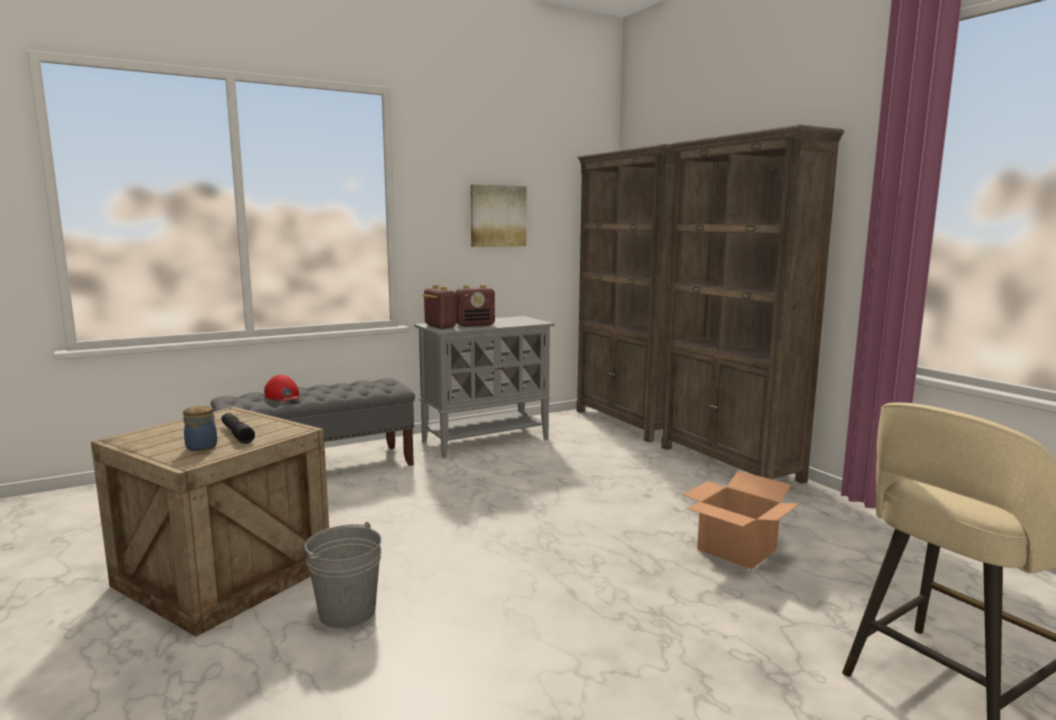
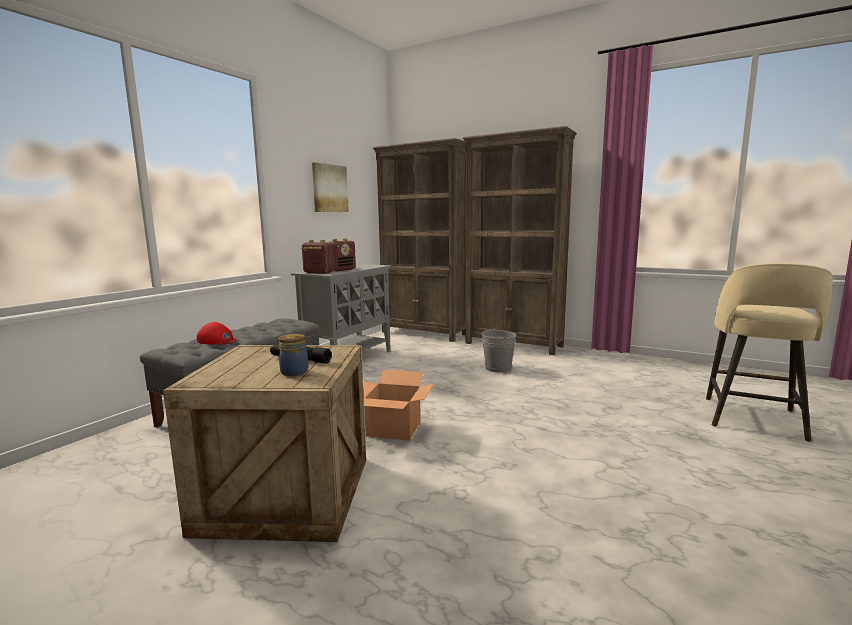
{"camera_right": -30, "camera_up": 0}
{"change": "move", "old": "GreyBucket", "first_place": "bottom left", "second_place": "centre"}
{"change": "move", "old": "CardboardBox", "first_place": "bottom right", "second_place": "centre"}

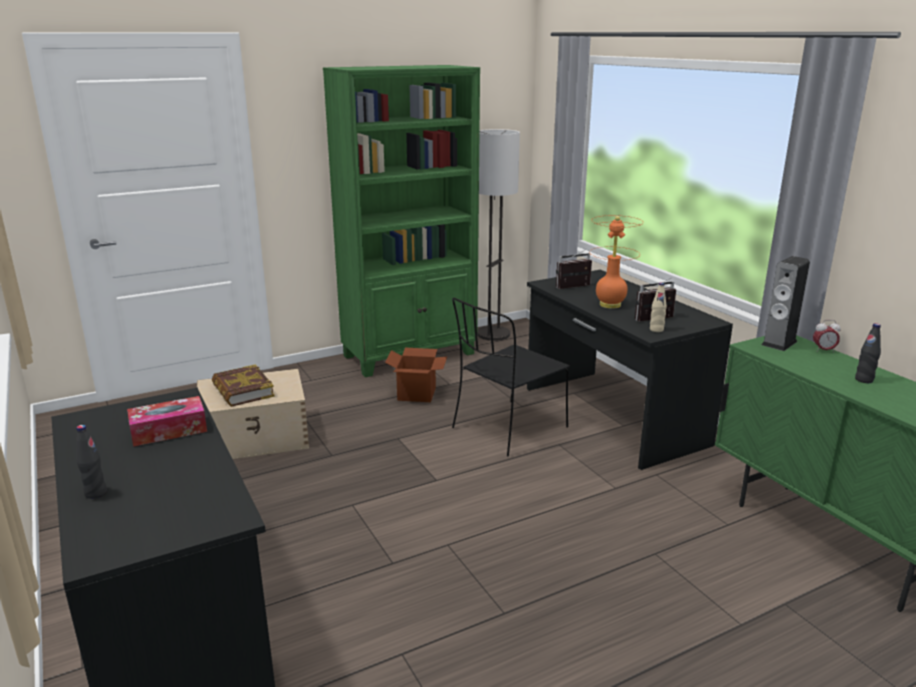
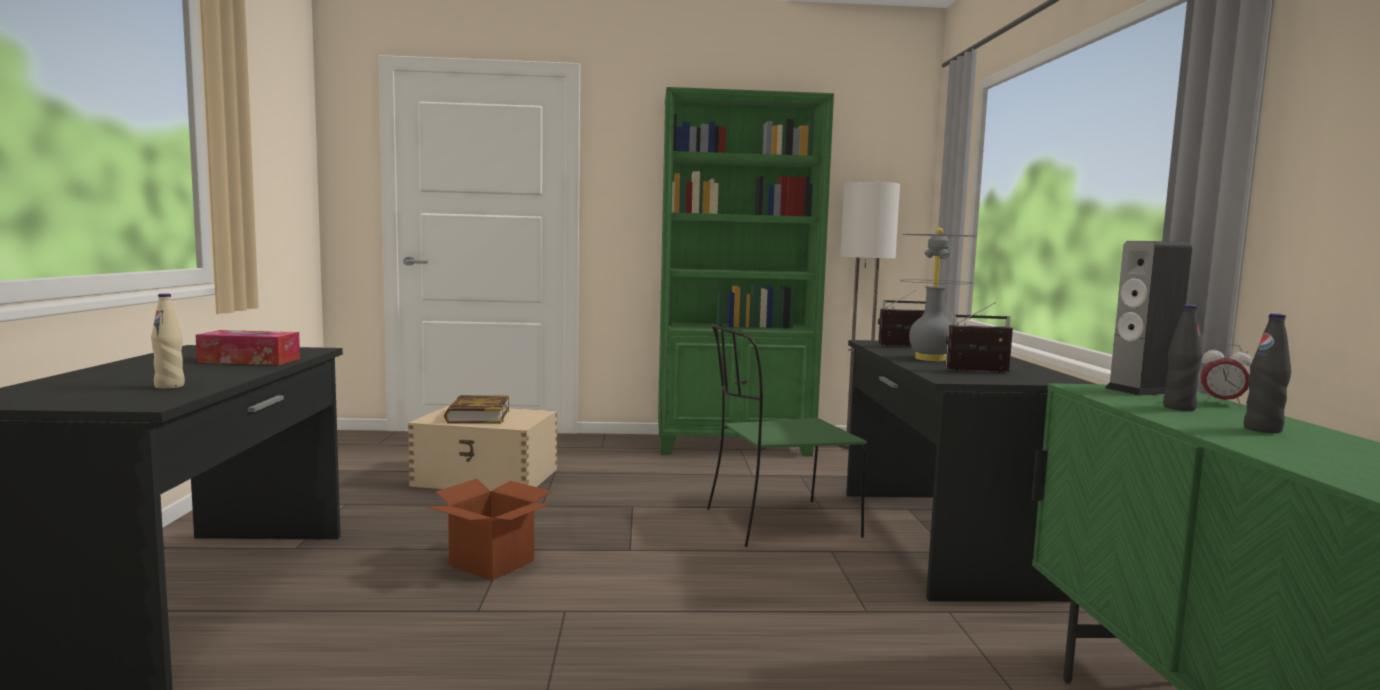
{"camera_right": 25, "camera_up": -15}
{"change": "move", "old": "BlackBottle (1st from left)", "first_place": "bottom left", "second_place": "middle right"}
{"change": "move", "old": "CardboardBox", "first_place": "centre", "second_place": "bottom centre"}
{"change": "move", "old": "BeigeBottle", "first_place": "middle right", "second_place": "middle left"}
{"change": "recolor", "old": "BlackChair", "new": "GreenChair", "first_place": "centre", "second_place": "centre"}
{"change": "recolor", "old": "OrangeTableLamp", "new": "GreyTableLamp", "first_place": "middle right", "second_place": "middle right"}

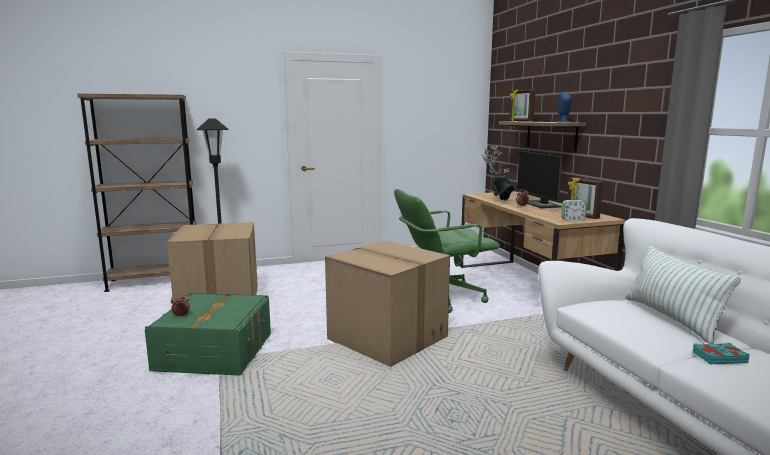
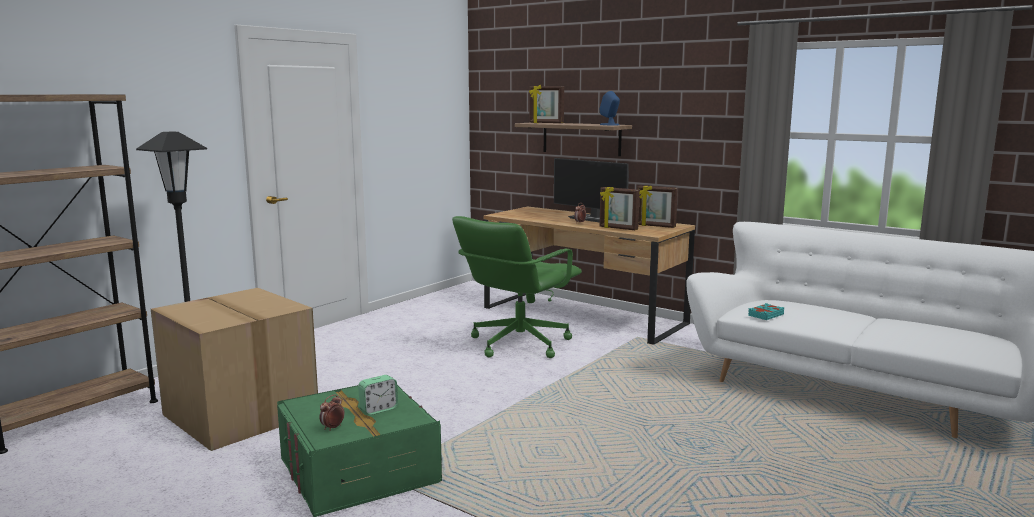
{"camera_right": -35, "camera_up": 0}
{"change": "delete", "old": "CardboardBox (2nd from left)", "first_place": "bottom centre"}
{"change": "delete", "old": "PottedPlant", "first_place": "centre"}
{"change": "delete", "old": "Pillow", "first_place": "middle right"}
{"change": "insert", "new": "PictureFrame (2nd from left)", "second_place": "centre"}
{"change": "move", "old": "AlarmClock (3rd from left in the first image)", "new": "AlarmClock (2nd from left)", "first_place": "middle right", "second_place": "bottom centre"}
{"change": "move", "old": "TurquoiseBook", "first_place": "bottom right", "second_place": "middle right"}

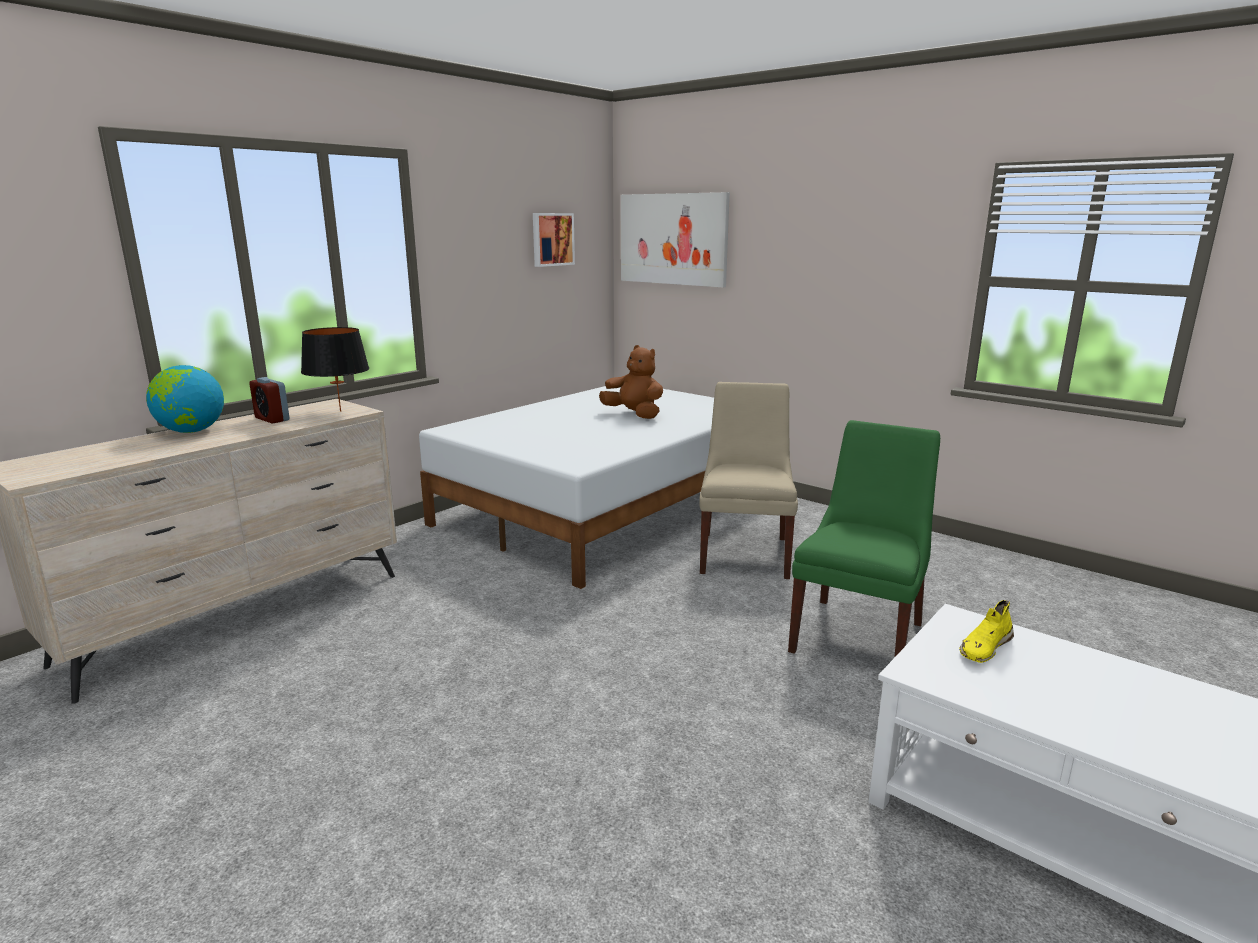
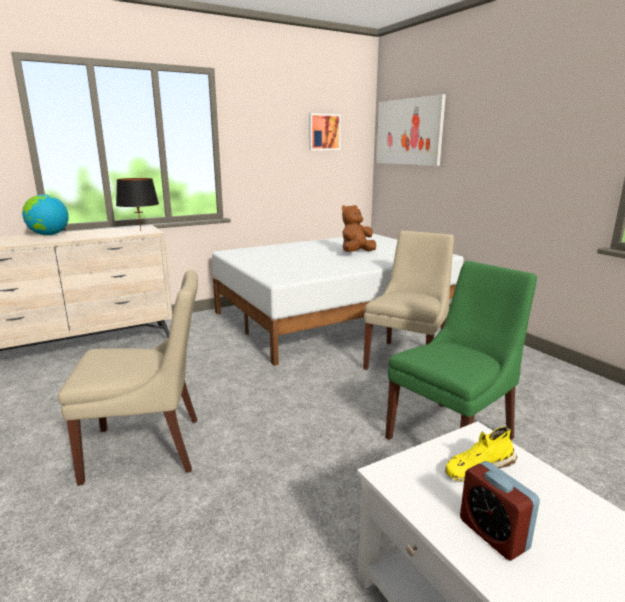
{"camera_right": 20, "camera_up": 0}
{"change": "insert", "new": "BeigeChair (1st from left)", "second_place": "middle left"}
{"change": "move", "old": "AlarmClock", "first_place": "middle left", "second_place": "bottom right"}
{"change": "rotate", "old": "BrownPlushToy", "first_place": "centre", "second_place": "centre", "degrees": -105}

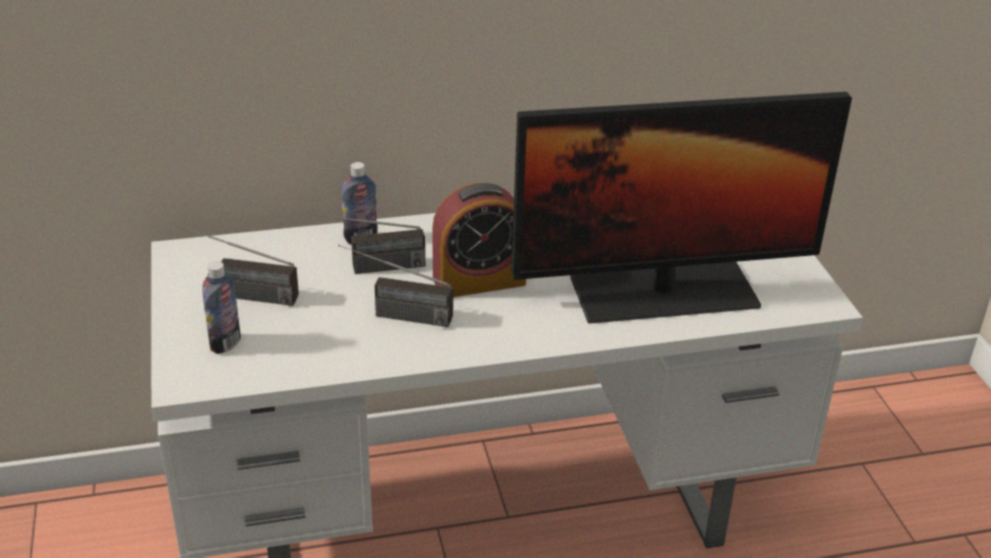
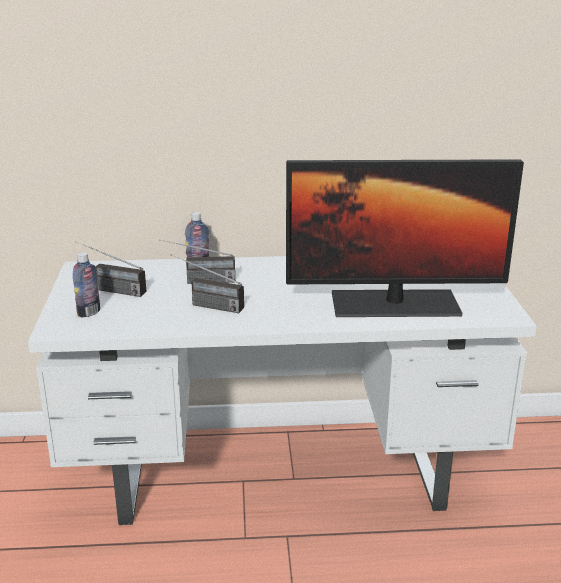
{"camera_right": 10, "camera_up": -10}
{"change": "delete", "old": "AlarmClock", "first_place": "centre"}

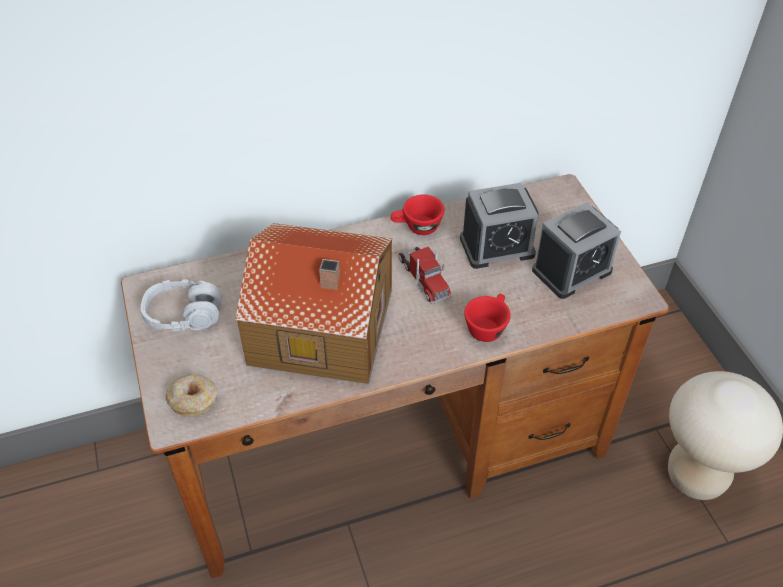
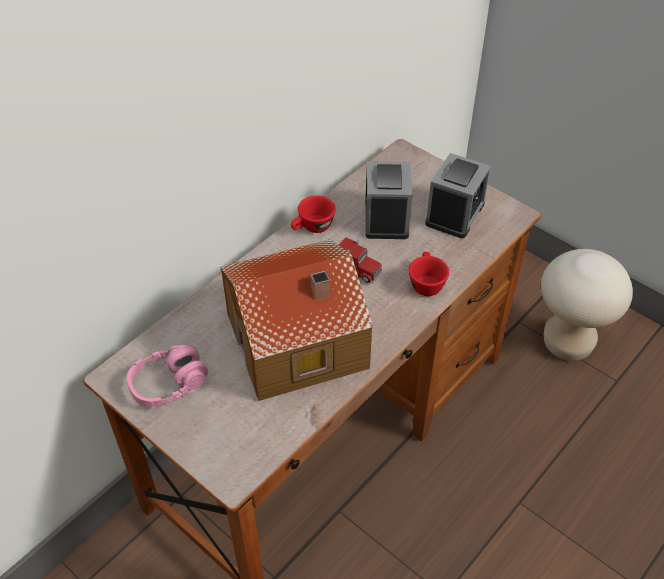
{"camera_right": -30, "camera_up": 0}
{"change": "delete", "old": "Donut", "first_place": "bottom left"}
{"change": "recolor", "old": "GreyHeadphones", "new": "PinkHeadphones", "first_place": "middle left", "second_place": "middle left"}
{"change": "rotate", "old": "AlarmClock (1st from left)", "first_place": "centre", "second_place": "centre", "degrees": -45}

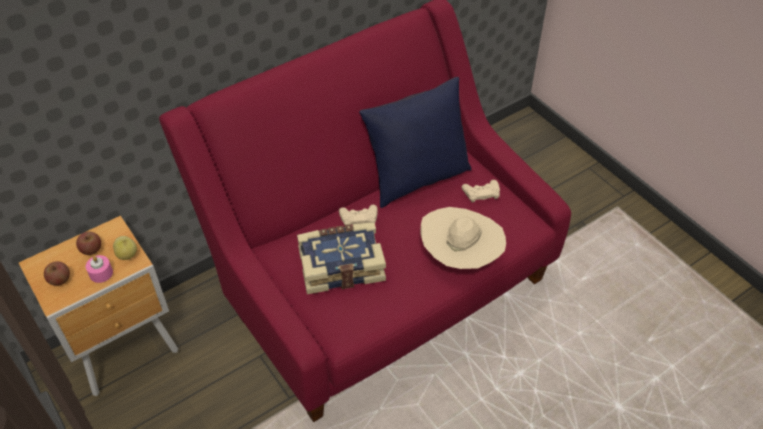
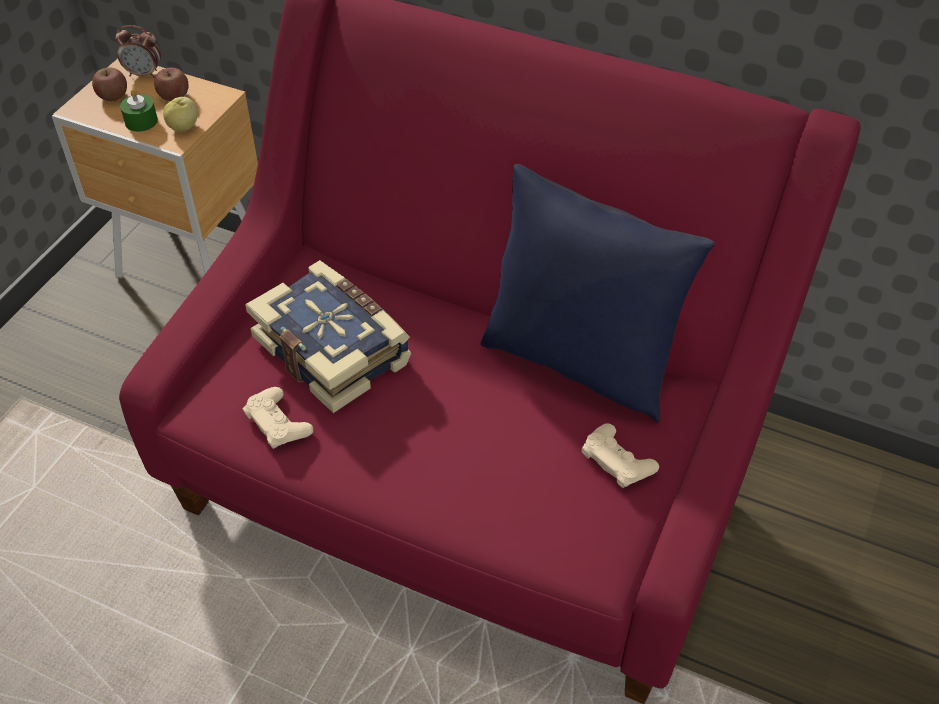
{"camera_right": 60, "camera_up": 0}
{"change": "delete", "old": "BeigeHat", "first_place": "centre"}
{"change": "insert", "new": "AlarmClock", "second_place": "top left"}
{"change": "move", "old": "BeigeGameController (1st from left)", "first_place": "centre", "second_place": "middle left"}
{"change": "recolor", "old": "PinkCandle", "new": "GreenCandle", "first_place": "middle left", "second_place": "top left"}

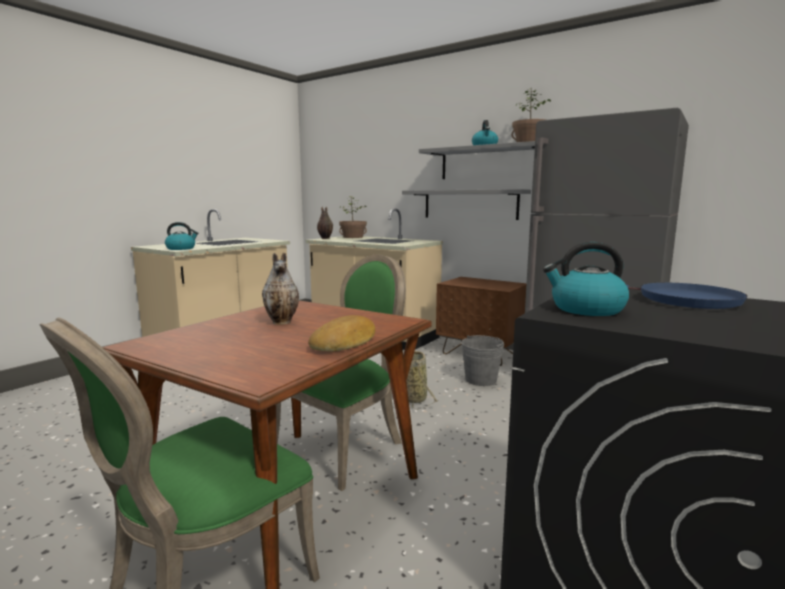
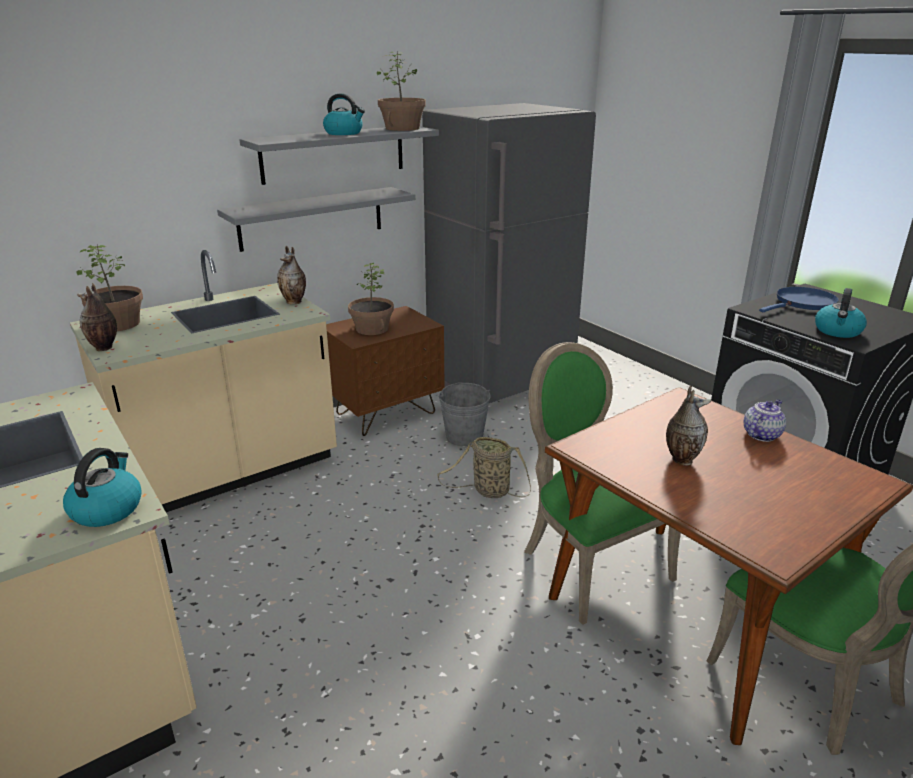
{"camera_right": -70, "camera_up": 15}
{"change": "insert", "new": "Vase (2nd from left)", "second_place": "middle left"}
{"change": "insert", "new": "PottedPlant (2nd from left)", "second_place": "centre"}
{"change": "replace", "old": "Bread", "new": "Teapot", "first_place": "centre", "second_place": "middle right"}

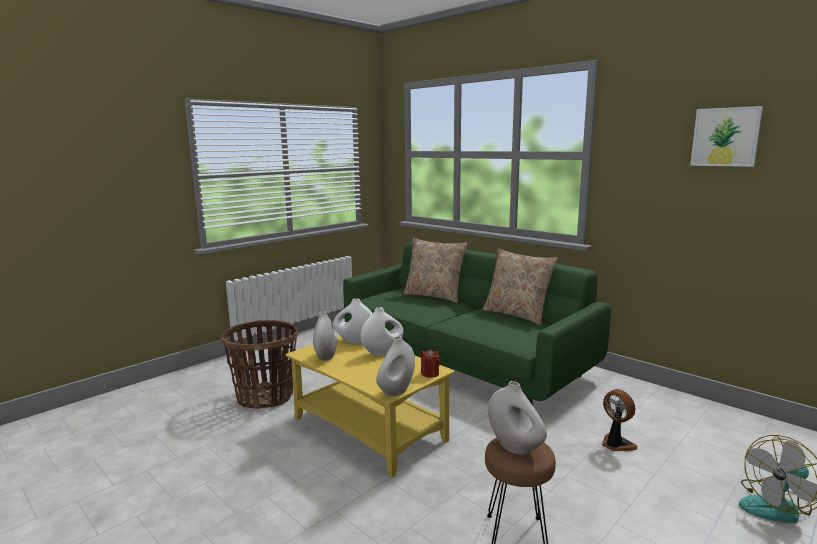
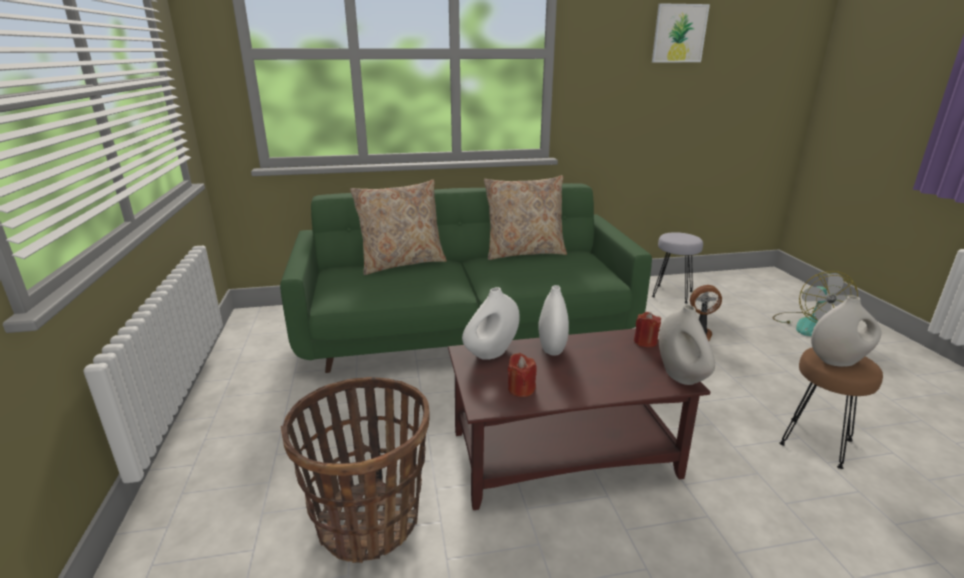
{"camera_right": -55, "camera_up": 10}
{"change": "insert", "new": "GreyStool", "second_place": "middle right"}
{"change": "replace", "old": "WhiteVase (1st from left)", "new": "RedCandle (1st from left)", "first_place": "centre", "second_place": "centre"}
{"change": "recolor", "old": "YellowCoffeeTable", "new": "BrownCoffeeTable", "first_place": "bottom centre", "second_place": "bottom centre"}

